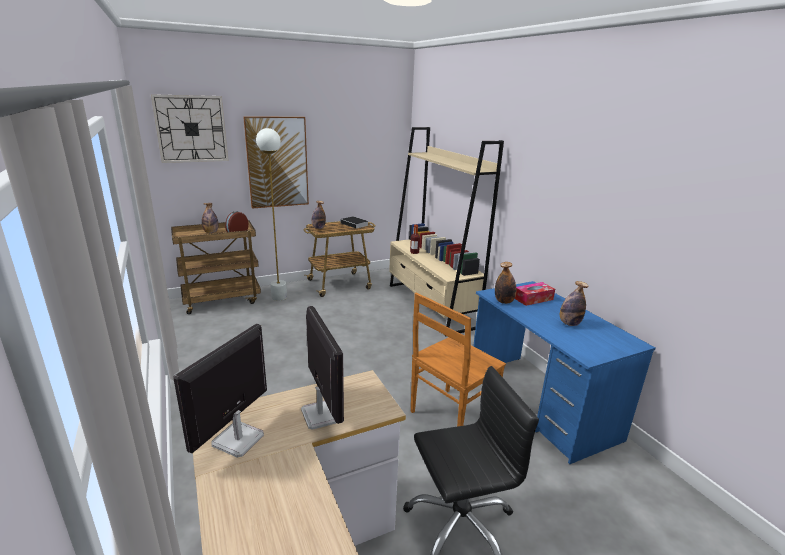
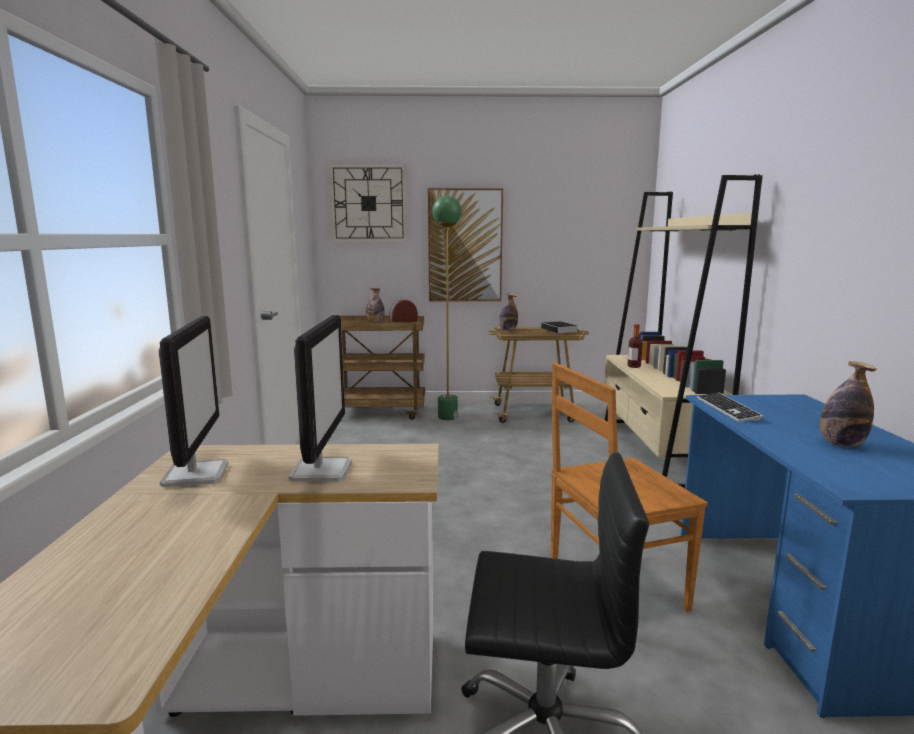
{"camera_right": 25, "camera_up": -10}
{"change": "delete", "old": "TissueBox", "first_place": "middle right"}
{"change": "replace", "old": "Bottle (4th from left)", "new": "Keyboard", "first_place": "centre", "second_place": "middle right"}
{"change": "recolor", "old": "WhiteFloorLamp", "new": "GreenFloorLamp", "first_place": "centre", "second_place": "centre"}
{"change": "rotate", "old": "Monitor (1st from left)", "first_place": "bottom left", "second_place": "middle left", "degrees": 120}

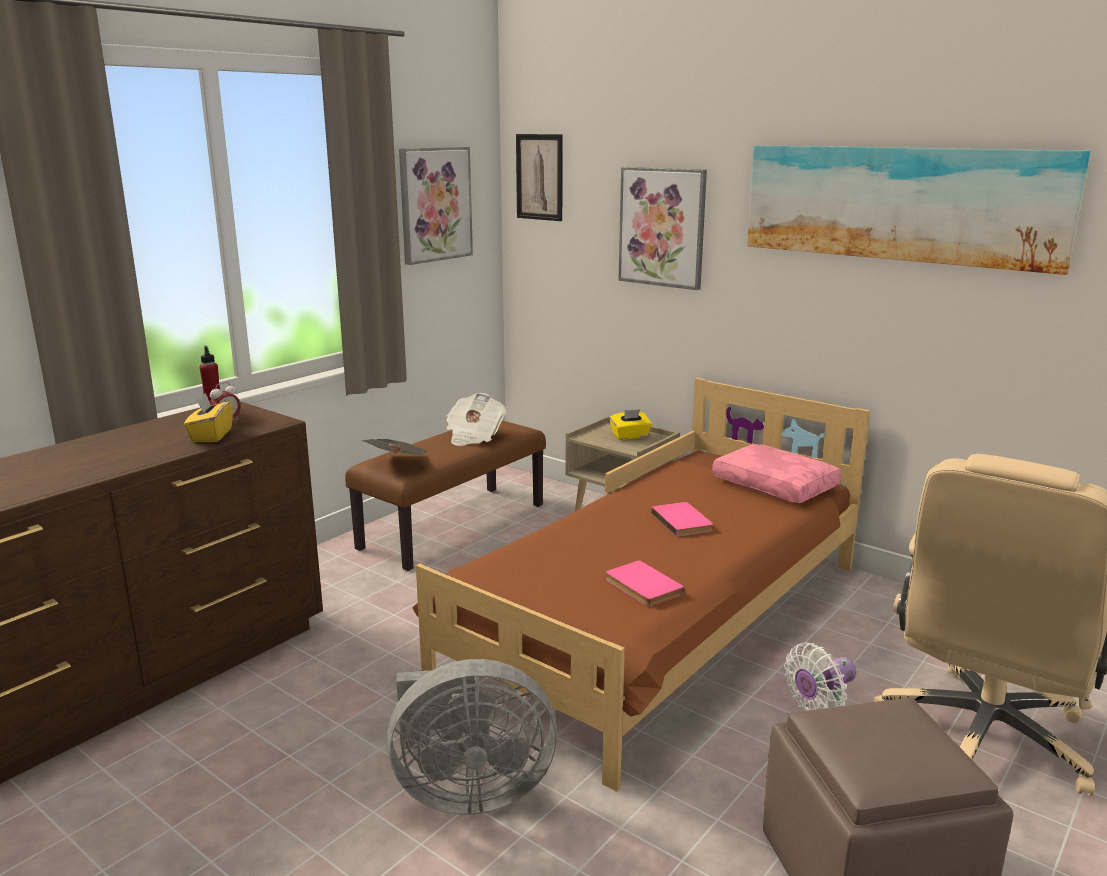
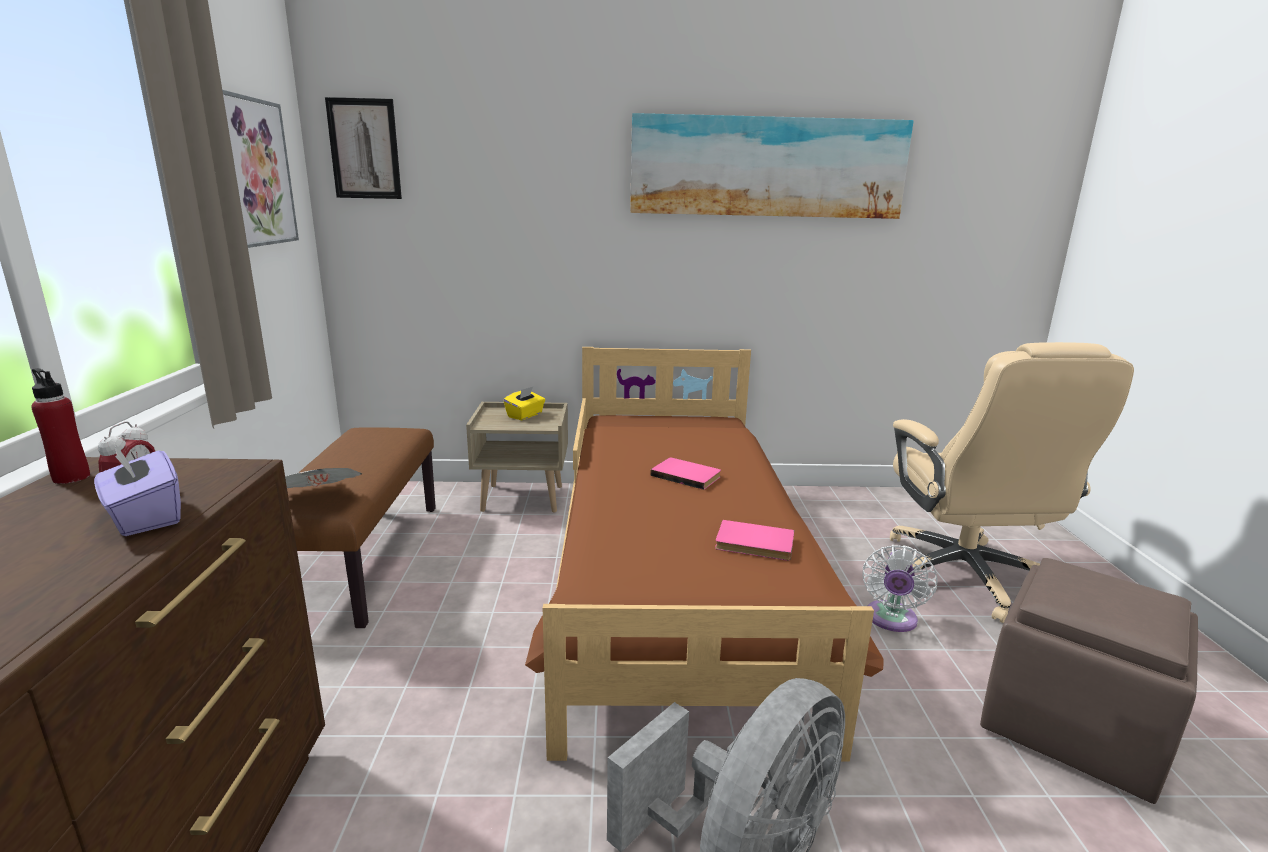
{"camera_right": -40, "camera_up": 0}
{"change": "delete", "old": "Newspaper (2nd from left)", "first_place": "centre"}
{"change": "delete", "old": "Picture (3rd from left)", "first_place": "top centre"}
{"change": "delete", "old": "PinkPillow", "first_place": "middle right"}
{"change": "recolor", "old": "YellowTissueBox (1st from left)", "new": "PurpleTissueBox", "first_place": "middle left", "second_place": "middle left"}

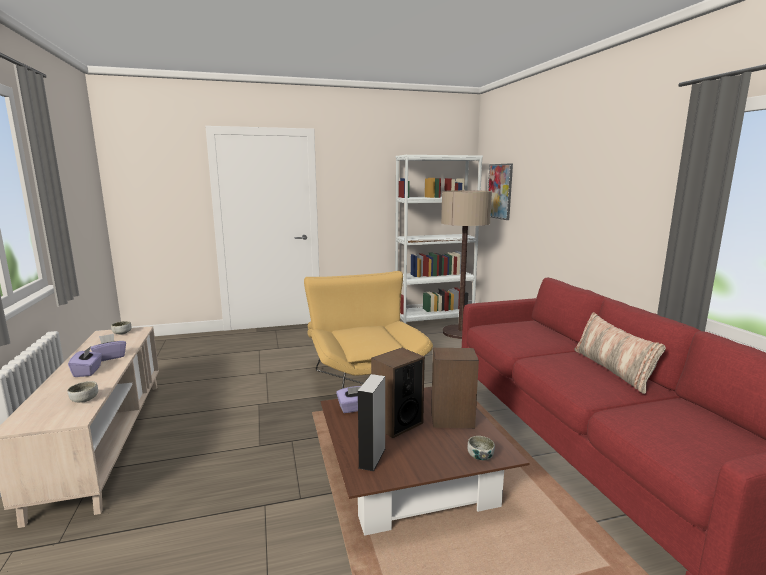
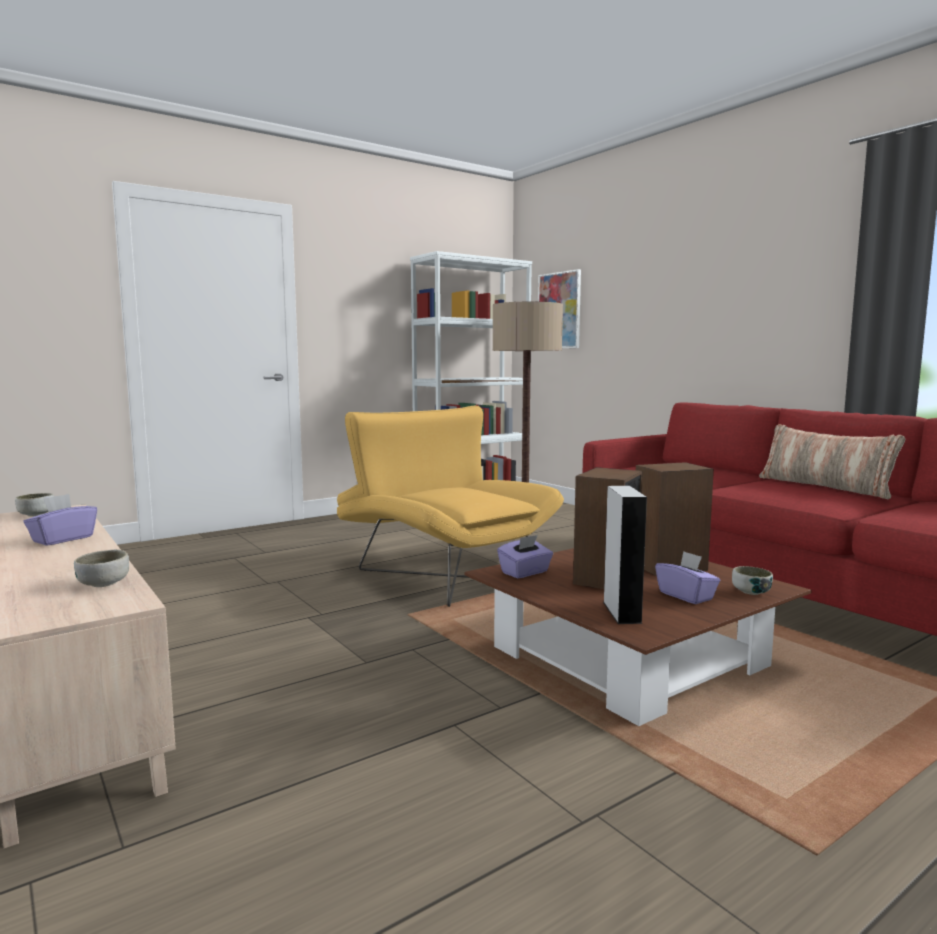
{"camera_right": -20, "camera_up": -5}
{"change": "move", "old": "PurpleTissueBox (1st from left in the first image)", "new": "PurpleTissueBox (3rd from left)", "first_place": "middle left", "second_place": "middle right"}

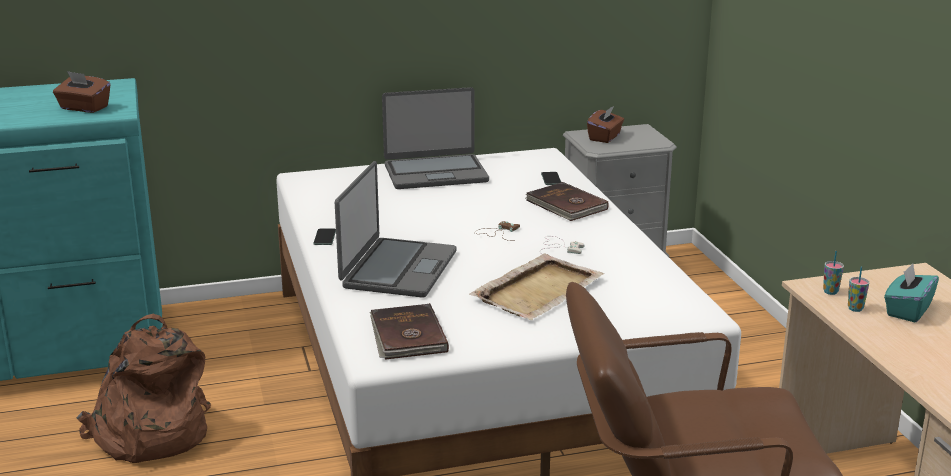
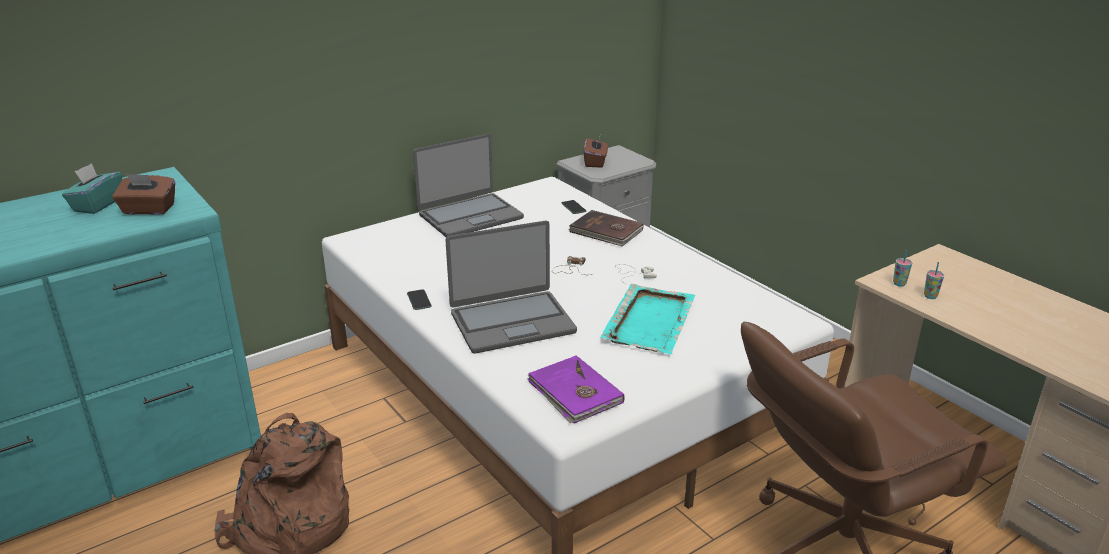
{"camera_right": -20, "camera_up": 5}
{"change": "move", "old": "TurquoiseTissueBox", "first_place": "middle right", "second_place": "middle left"}
{"change": "recolor", "old": "BrownBook (1st from left)", "new": "PurpleBook", "first_place": "bottom centre", "second_place": "bottom centre"}
{"change": "recolor", "old": "BeigeTray", "new": "TurquoiseTray", "first_place": "centre", "second_place": "centre"}
{"change": "rotate", "old": "Laptop (1st from left in the first image)", "first_place": "centre", "second_place": "centre", "degrees": 75}

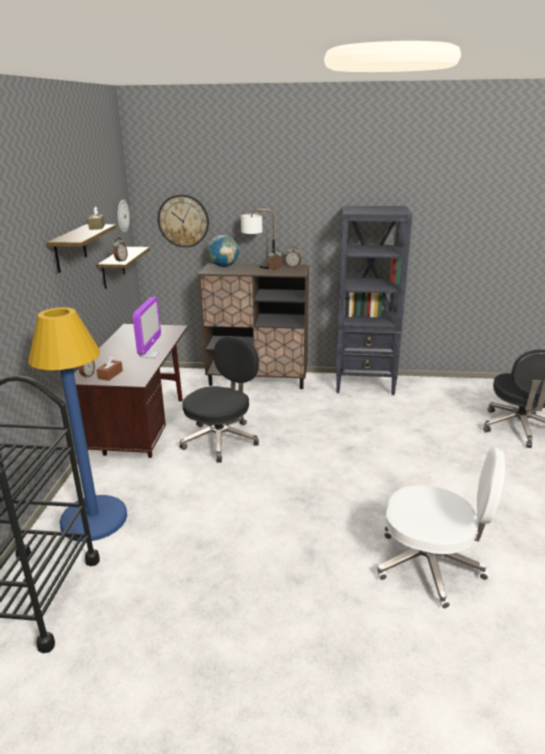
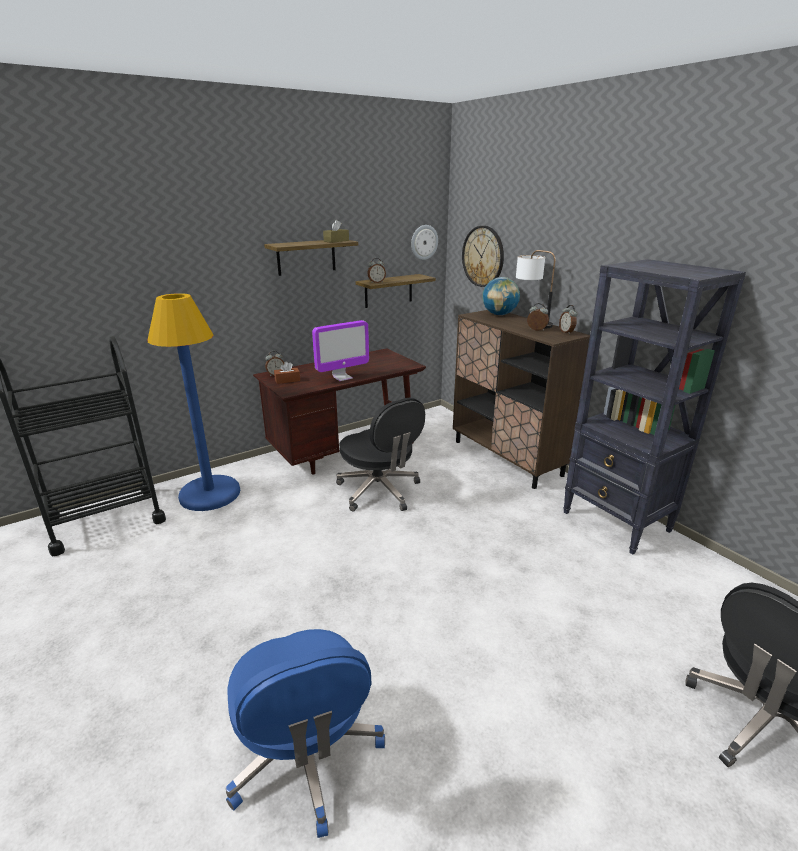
{"camera_right": 50, "camera_up": 0}
{"change": "recolor", "old": "WhiteOfficeChair", "new": "BlueOfficeChair", "first_place": "bottom right", "second_place": "bottom centre"}
{"change": "rotate", "old": "BlackOfficeChair (1st from left)", "first_place": "centre", "second_place": "centre", "degrees": 60}

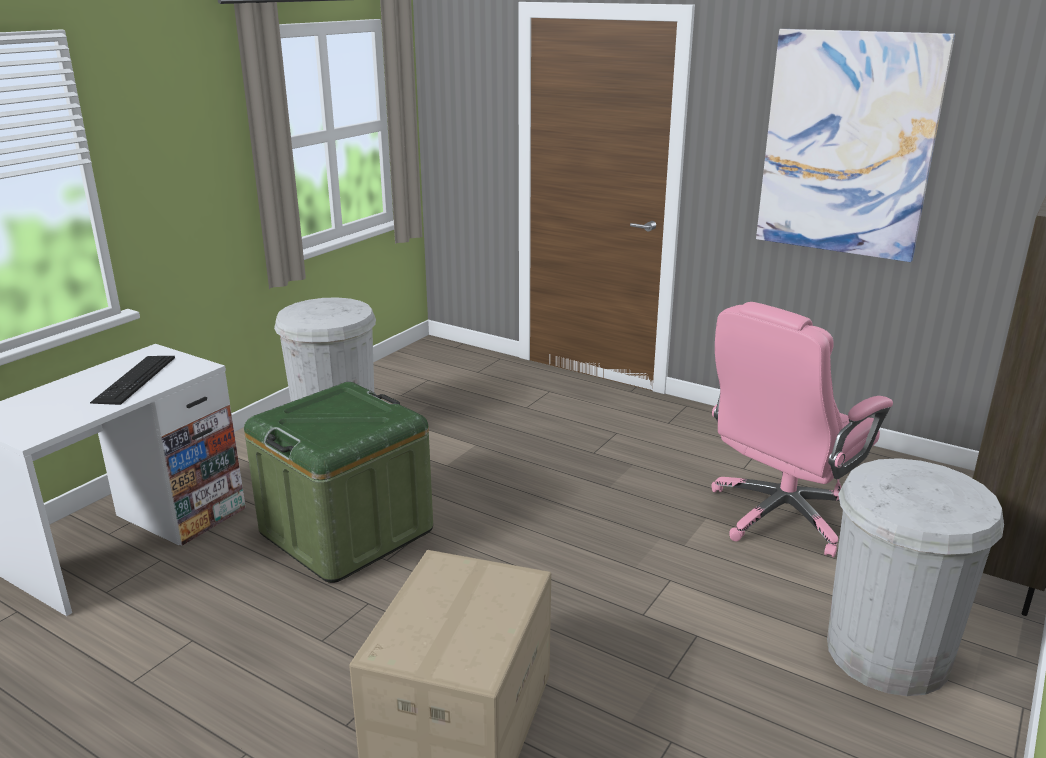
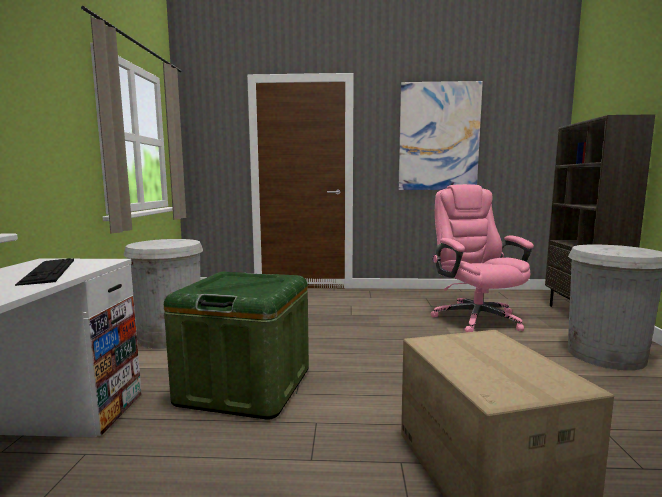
{"camera_right": -30, "camera_up": -15}
{"change": "rotate", "old": "PinkOfficeChair", "first_place": "middle right", "second_place": "middle right", "degrees": 150}

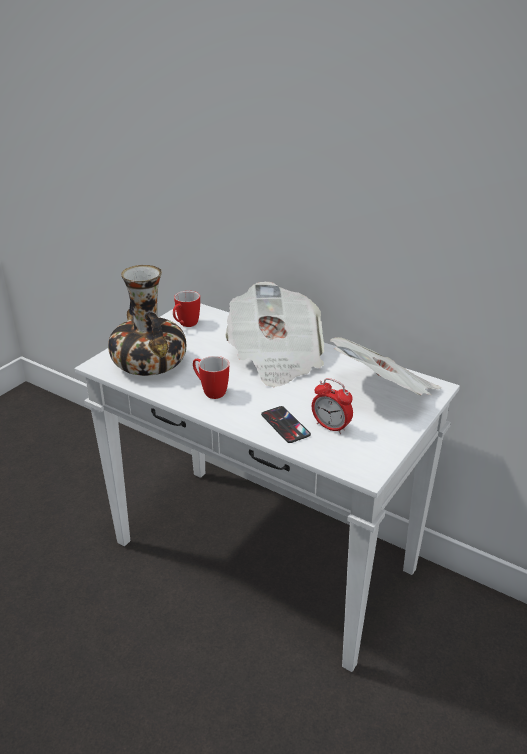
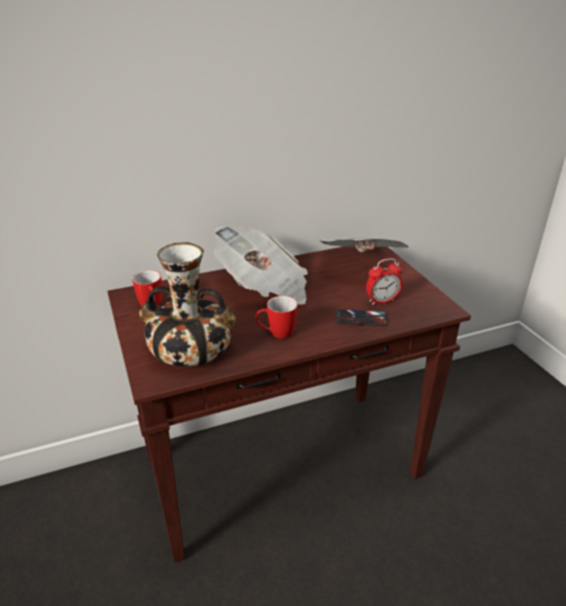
{"camera_right": -55, "camera_up": 0}
{"change": "recolor", "old": "WhiteConsoleTable", "new": "BrownConsoleTable", "first_place": "centre", "second_place": "bottom centre"}

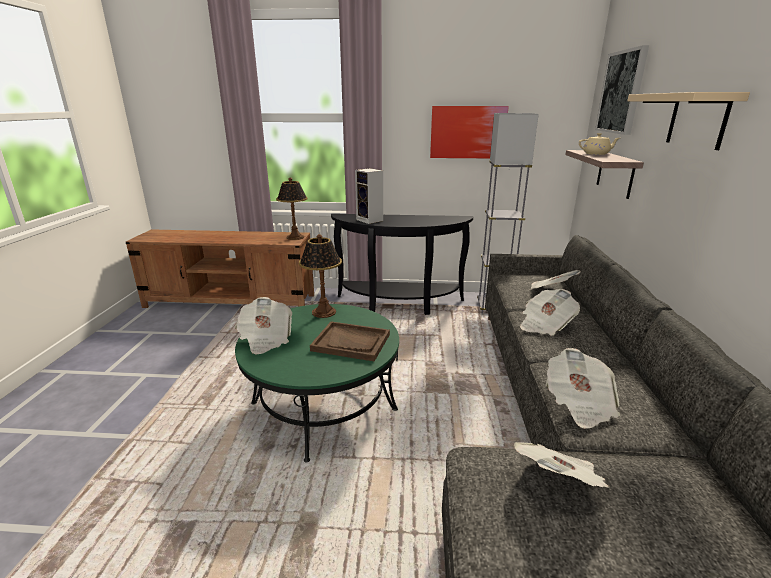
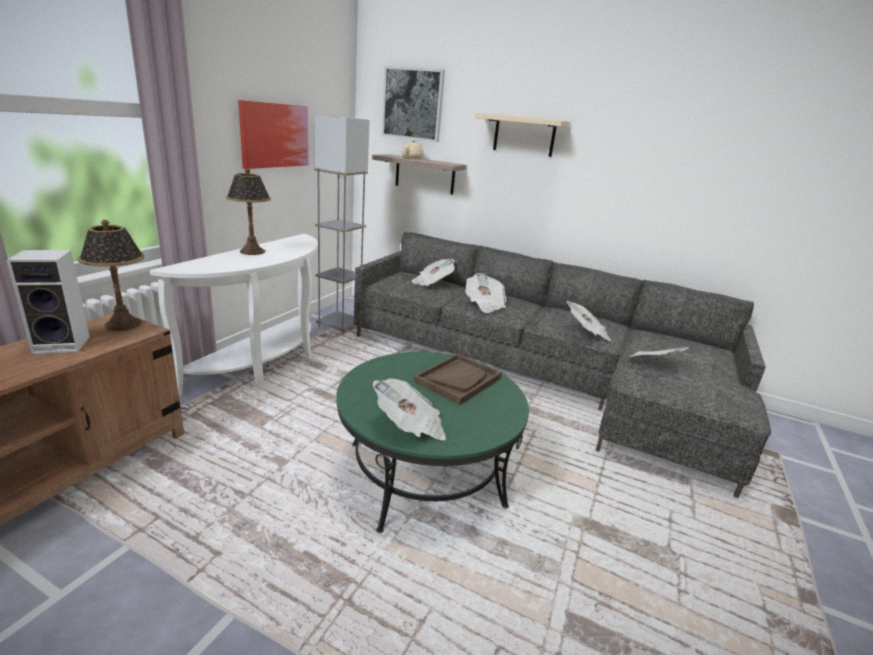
{"camera_right": -70, "camera_up": 0}
{"change": "move", "old": "TableLamp (2nd from left)", "first_place": "centre", "second_place": "top left"}
{"change": "move", "old": "Speaker", "first_place": "centre", "second_place": "middle left"}
{"change": "recolor", "old": "BlackConsoleTable", "new": "WhiteConsoleTable", "first_place": "centre", "second_place": "middle left"}

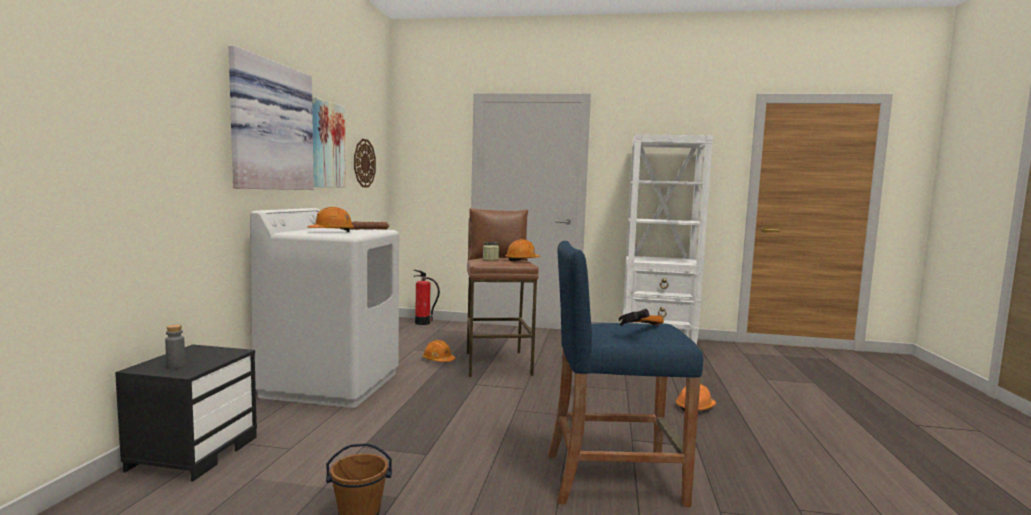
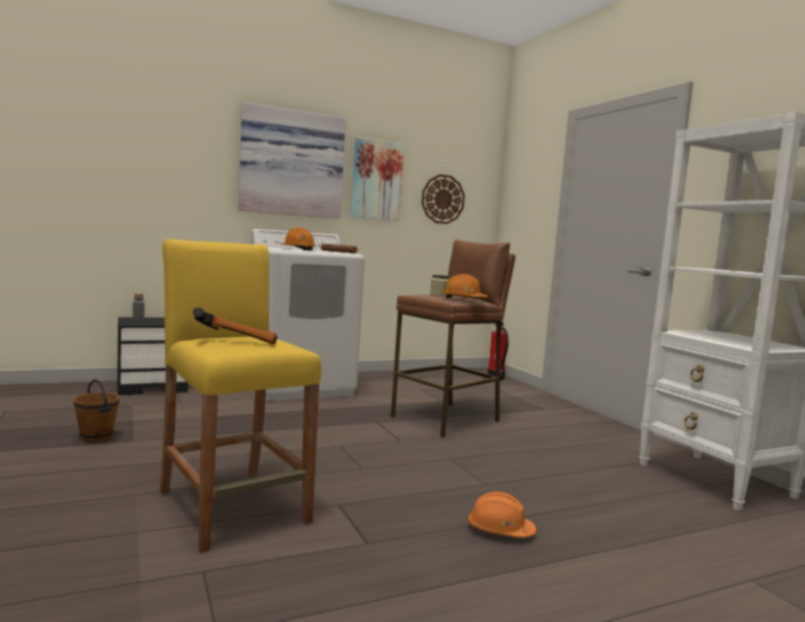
{"camera_right": 55, "camera_up": 0}
{"change": "delete", "old": "OrangeHardHat (2nd from left)", "first_place": "bottom centre"}
{"change": "recolor", "old": "BlueStool", "new": "YellowStool", "first_place": "bottom centre", "second_place": "middle left"}

